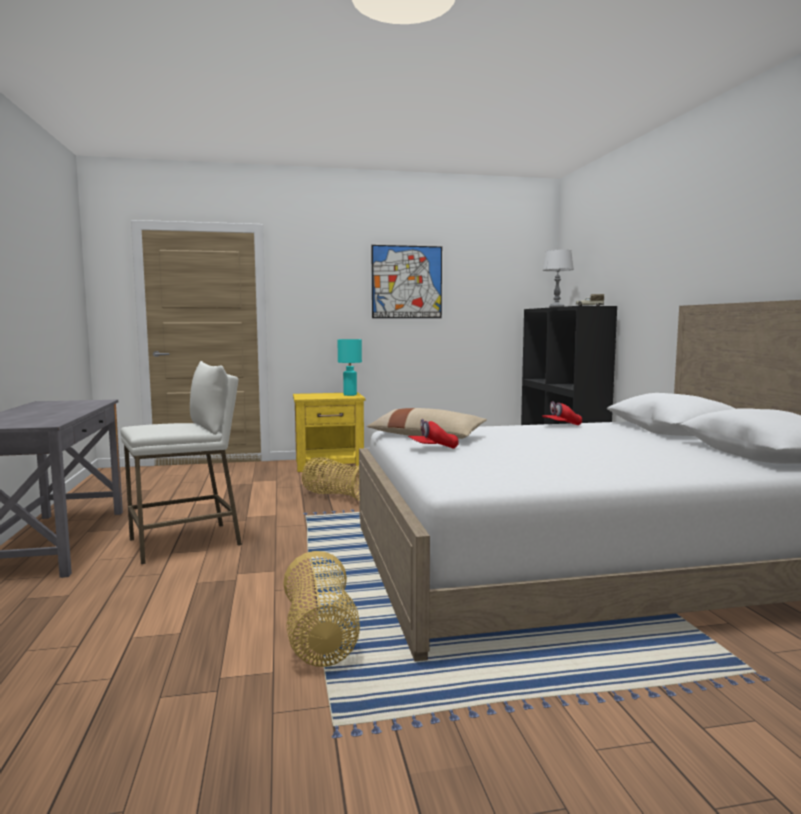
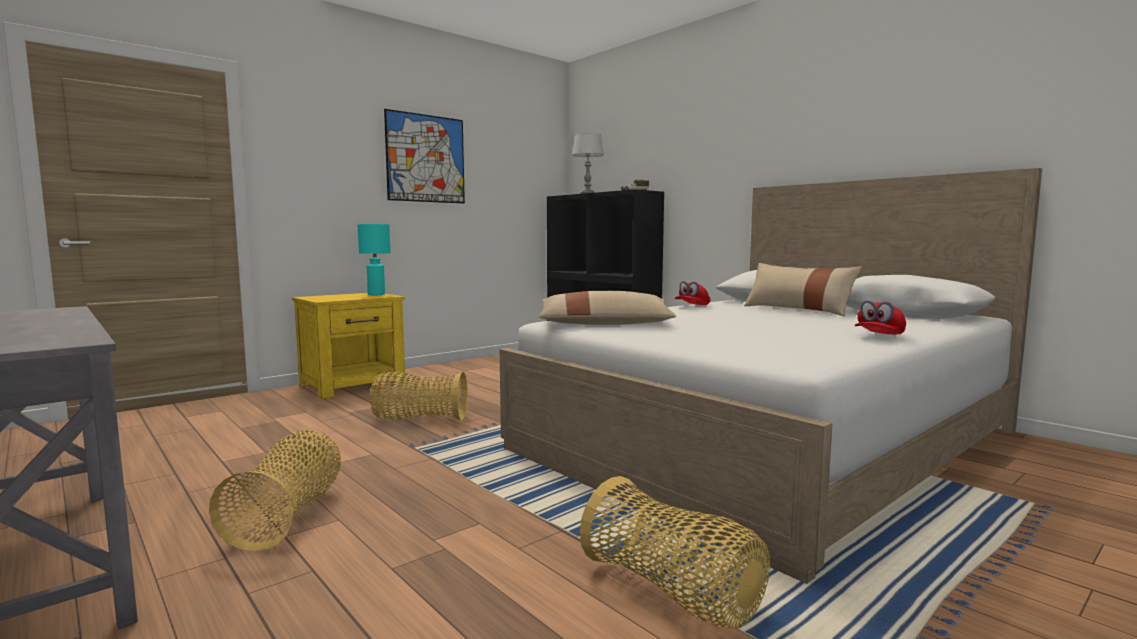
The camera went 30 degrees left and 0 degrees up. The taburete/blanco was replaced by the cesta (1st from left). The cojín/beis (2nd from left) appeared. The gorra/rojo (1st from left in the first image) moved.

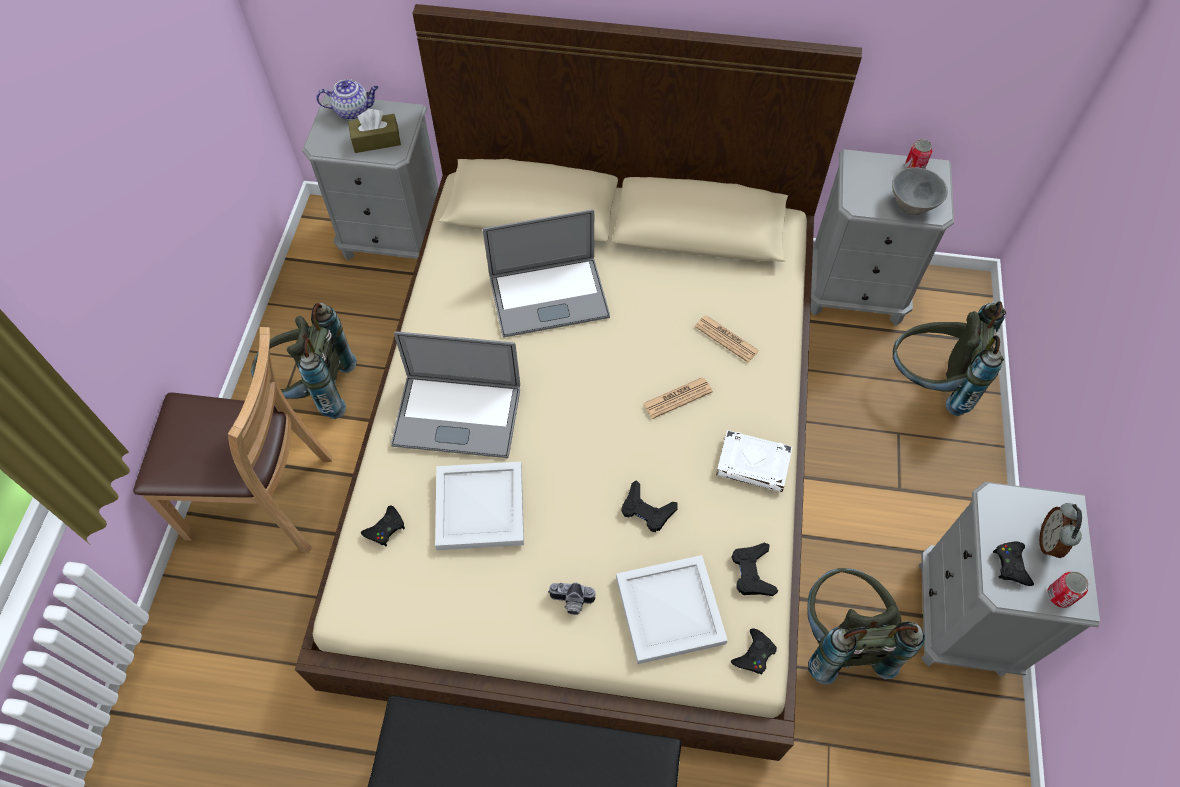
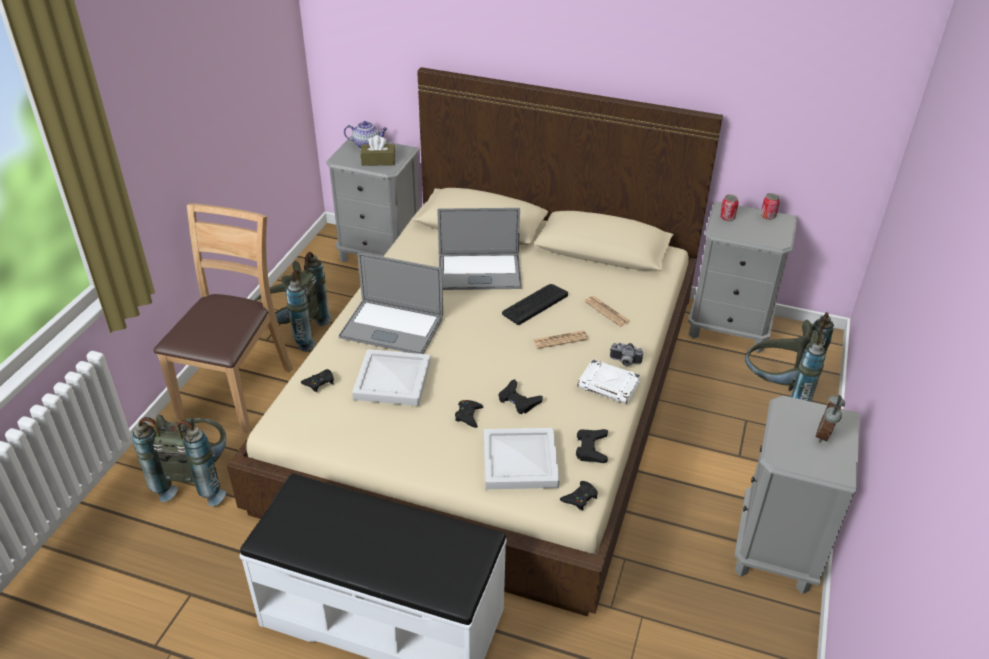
The camera went 10 degrees right and 20 degrees down. The mochila/gris (2nd from left in the first image) moved. The silla/marrón turned 90 degrees counterclockwise. The mando de consola/negro (5th from left in the first image) moved. The teclado appeared. The cámara moved. The lata (2nd from left in the first image) moved. The cuenco/gris disappeared.

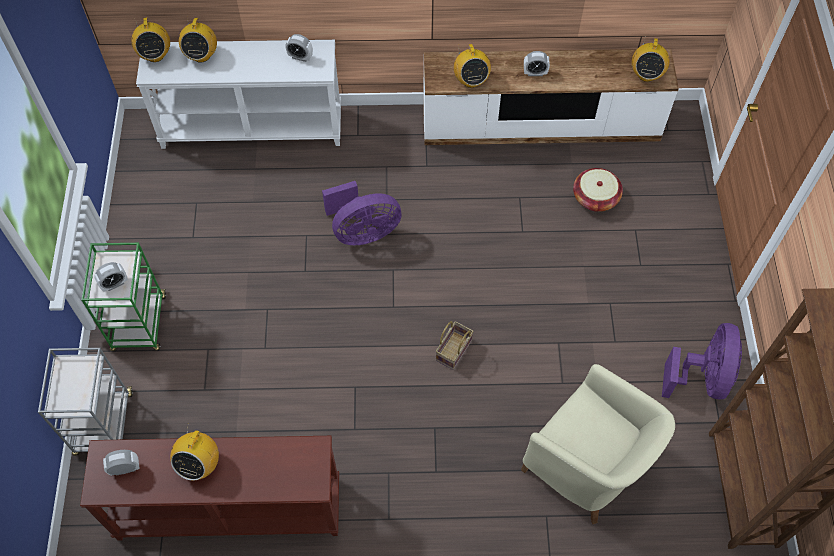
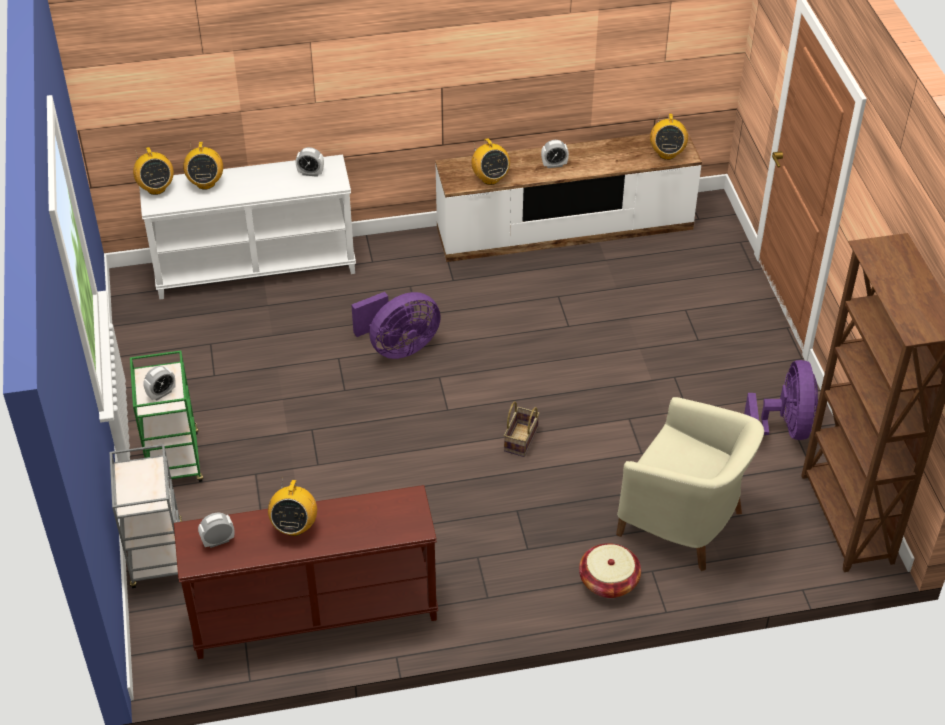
The camera went 10 degrees left and 15 degrees down. The cesta (2nd from left) moved.

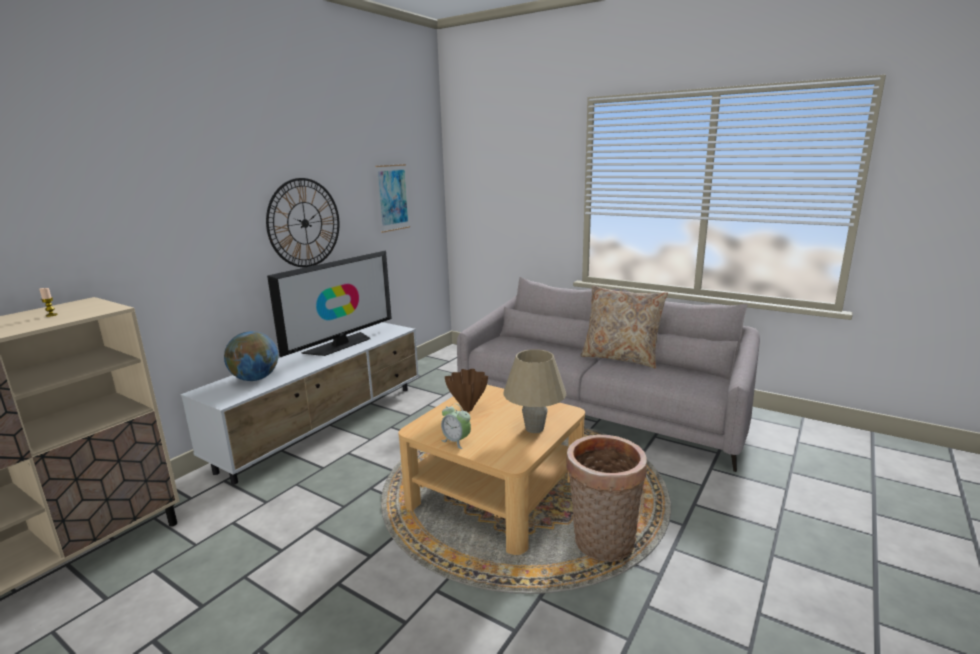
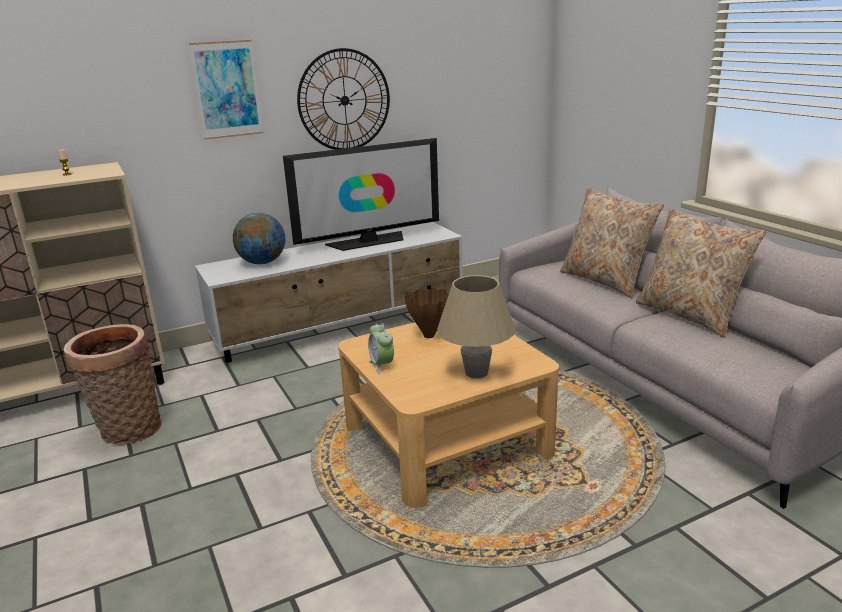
The camera went 30 degrees right and 5 degrees up. The cesta moved. The cuadro moved. The cojín/beis (1st from left) appeared.

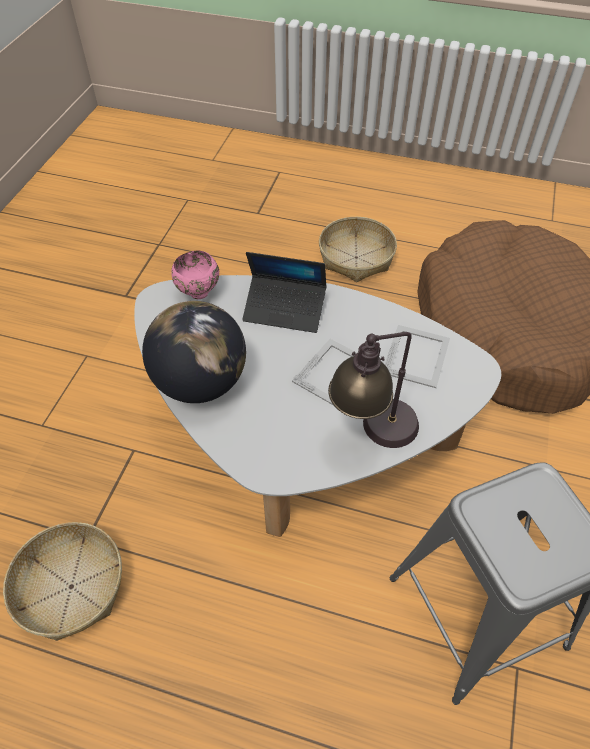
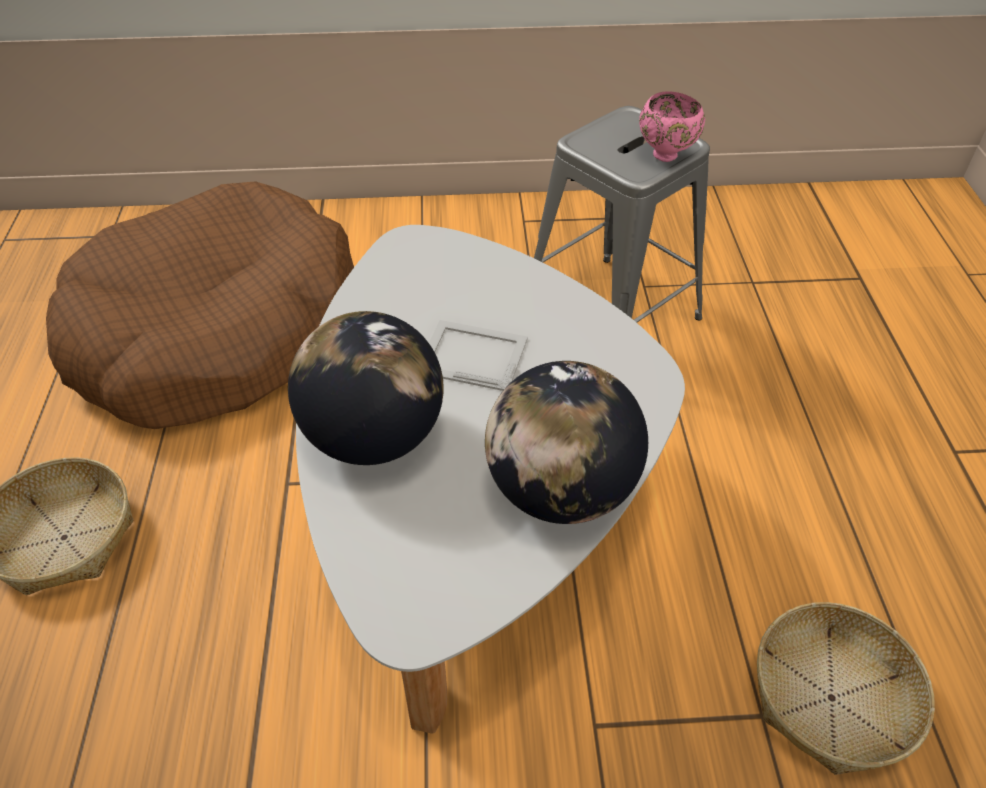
The camera went 110 degrees left and 5 degrees down. The portátil was replaced by the globo terráqueo (1st from left). The cuenco/rosa moved. The lámpara de mesa disappeared. The portarretratos (2nd from left) disappeared.

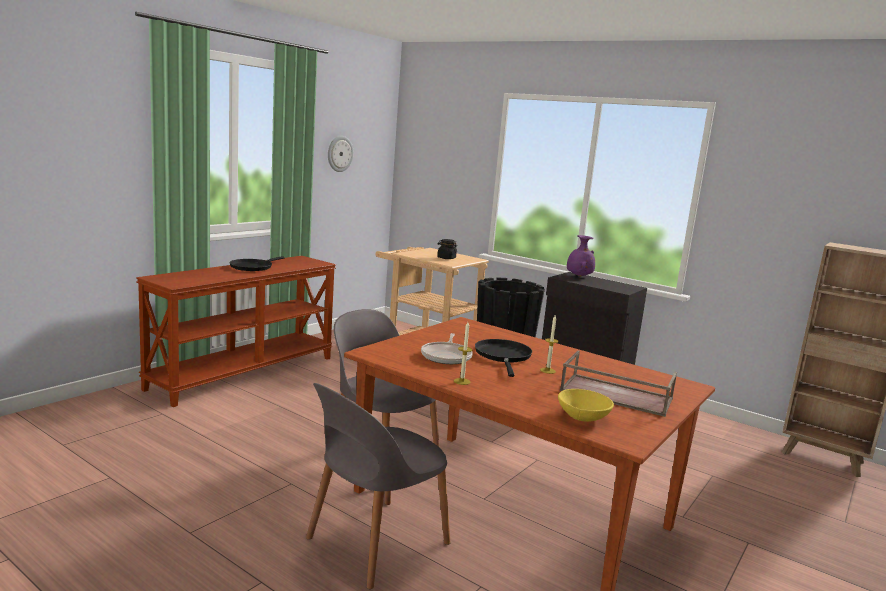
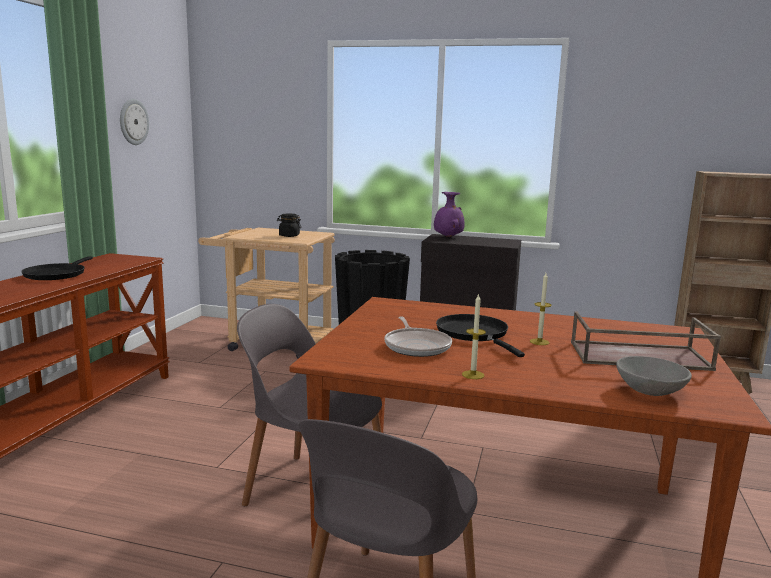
The camera went 20 degrees left and 0 degrees up. The cuenco/amarillo became the cuenco/gris.

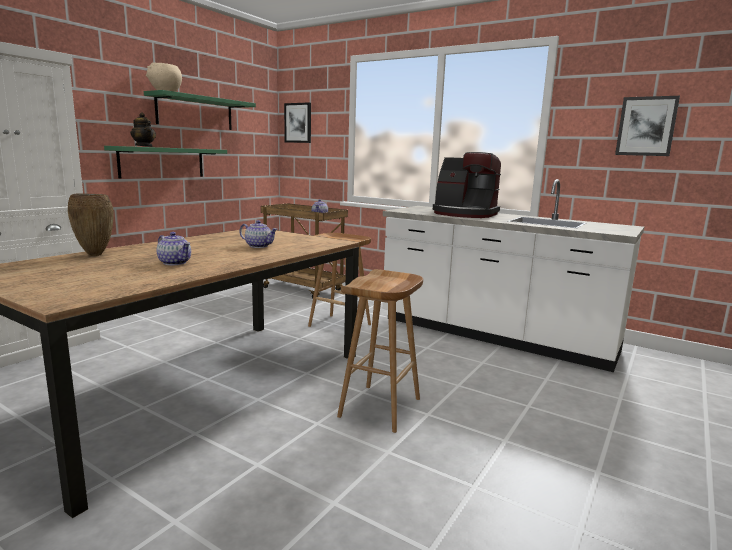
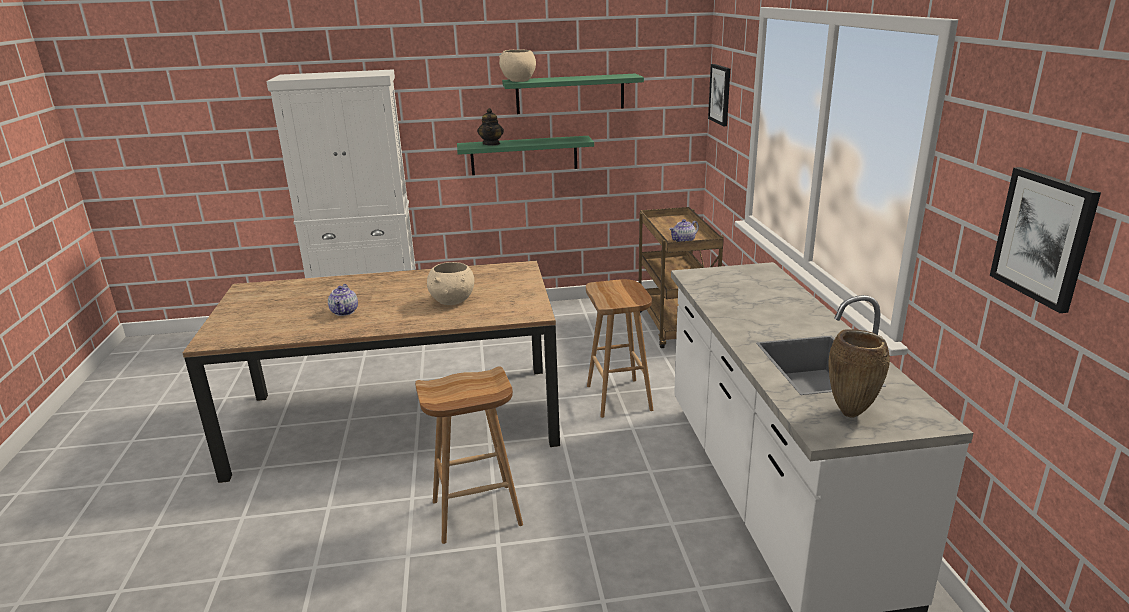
The camera went 50 degrees right and 10 degrees up. The tetera (3rd from left) was replaced by the cuenco/beis (1st from left). The florero/marrón moved. The cafetera disappeared.

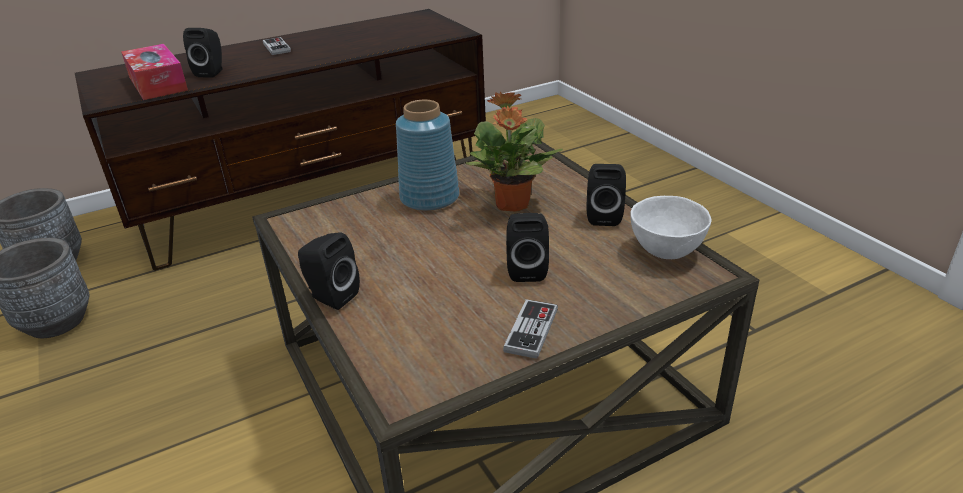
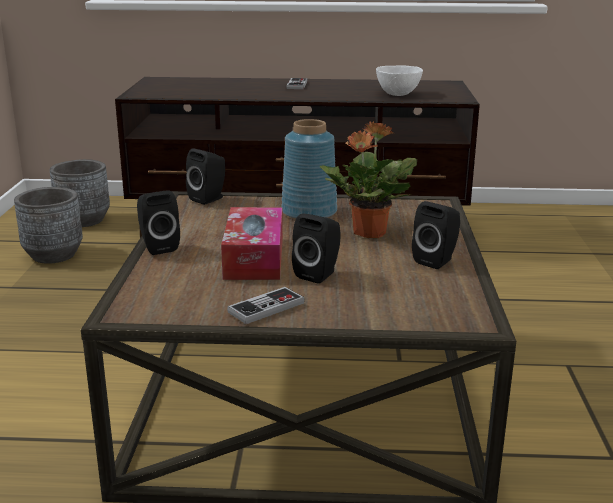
The camera went 30 degrees right and 10 degrees down. The altavoz/negro (1st from left in the first image) moved. The caja de pañuelos moved. The cuenco/blanco moved.

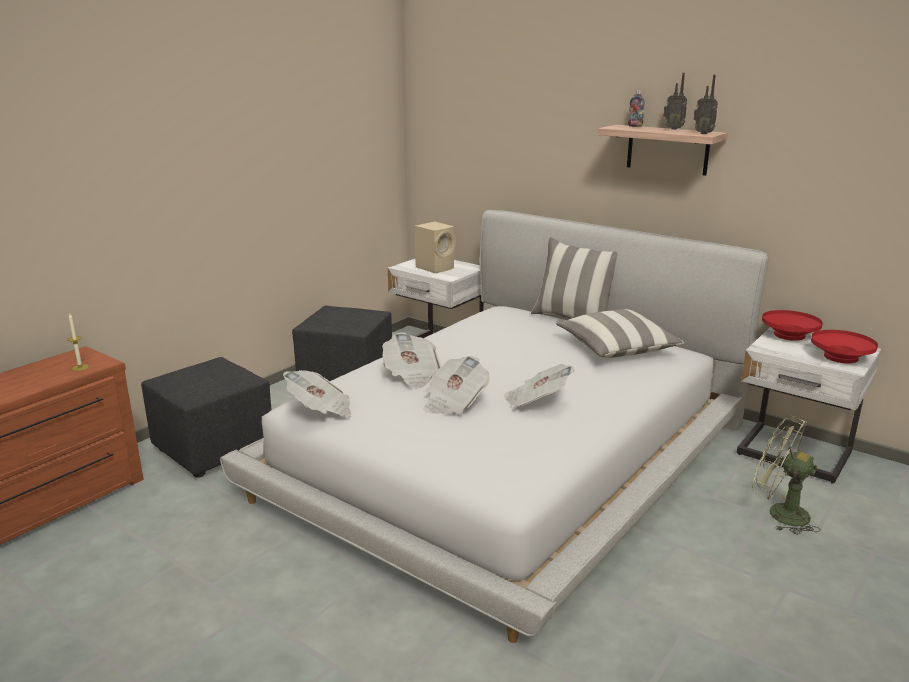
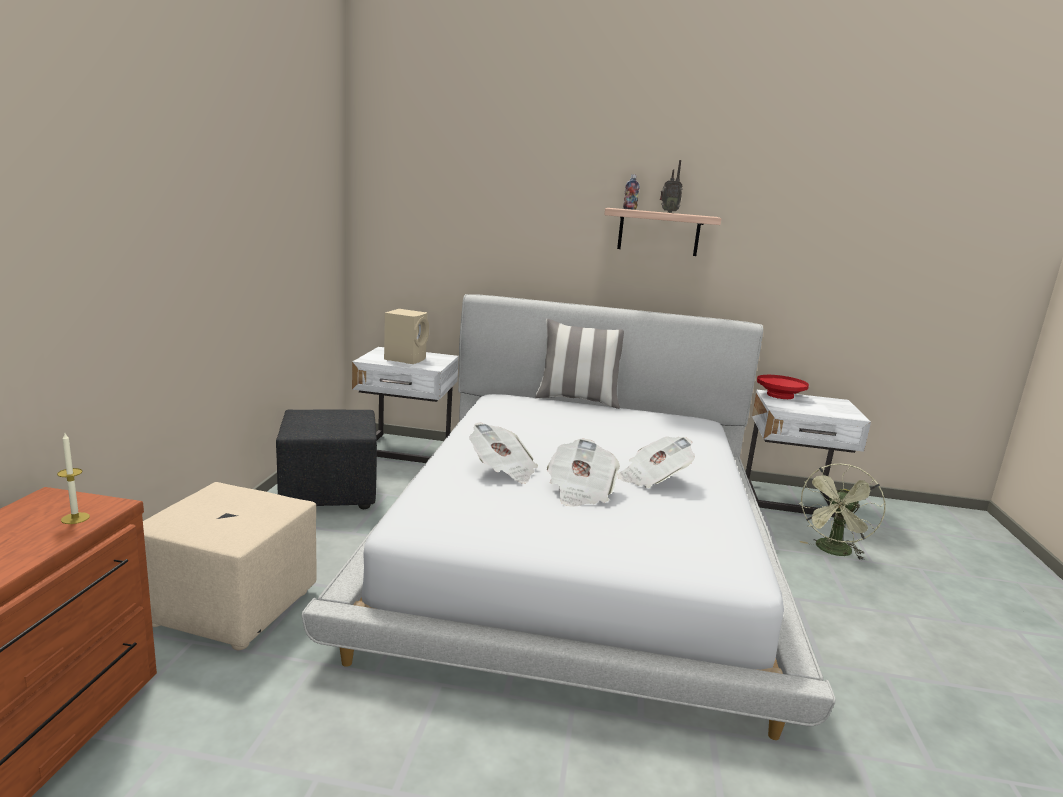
The camera went 30 degrees left and 5 degrees down. The puf/negro (1st from left) became the puf/beis. The ventilador/verde turned 60 degrees counterclockwise. The periódico (1st from left) disappeared. The cojín (2nd from left) disappeared. The radio (2nd from left) disappeared. The cuenco/rojo (2nd from left) disappeared.

